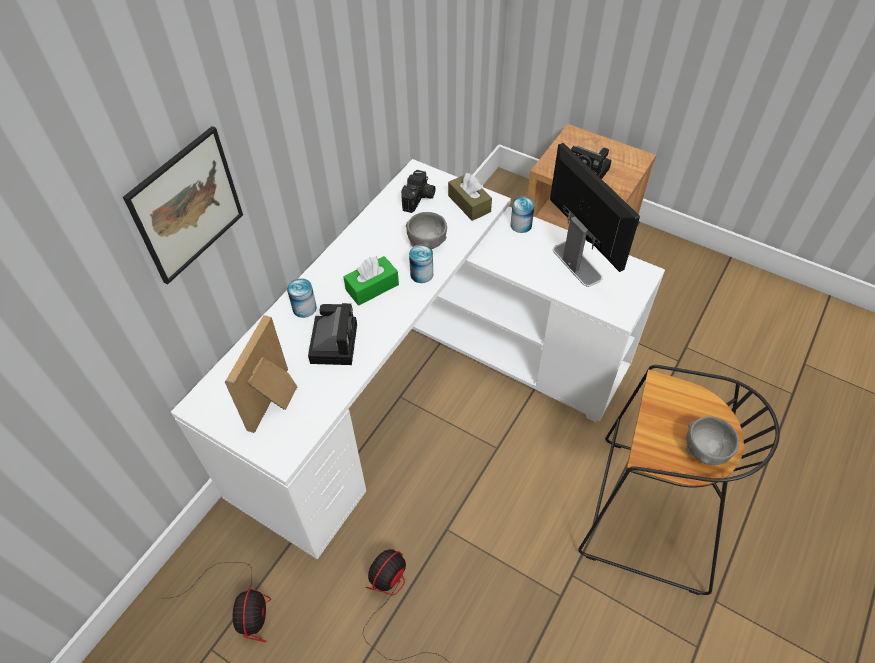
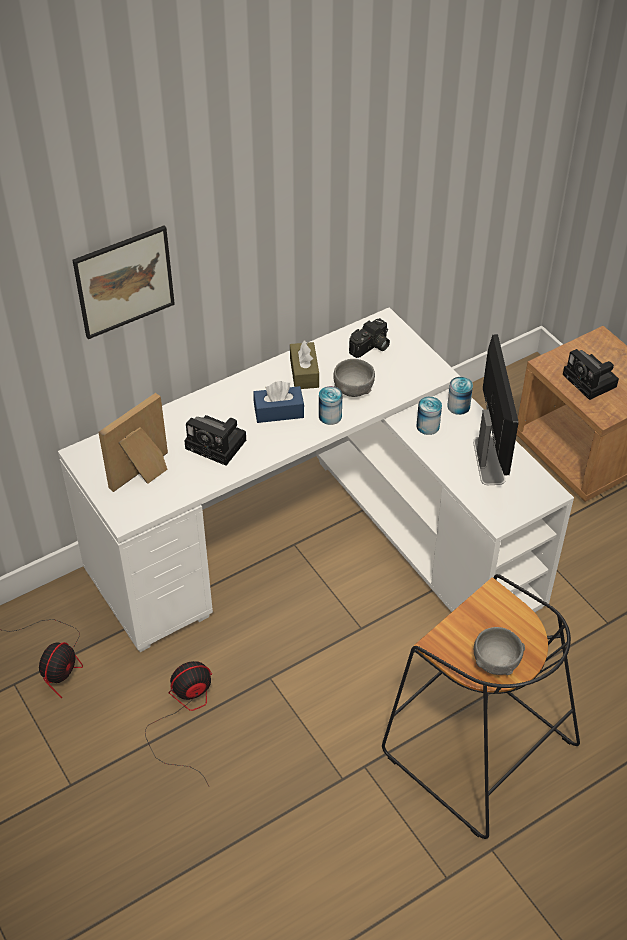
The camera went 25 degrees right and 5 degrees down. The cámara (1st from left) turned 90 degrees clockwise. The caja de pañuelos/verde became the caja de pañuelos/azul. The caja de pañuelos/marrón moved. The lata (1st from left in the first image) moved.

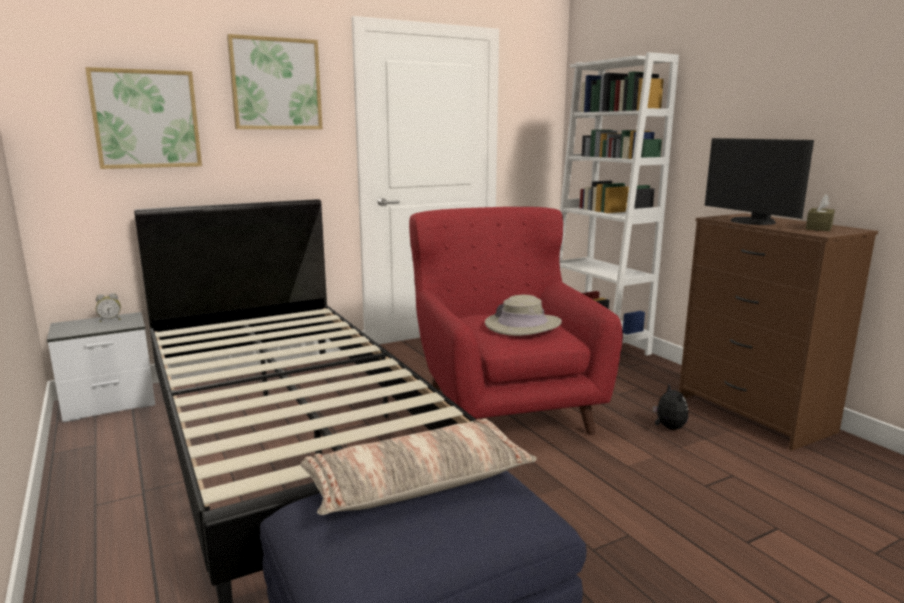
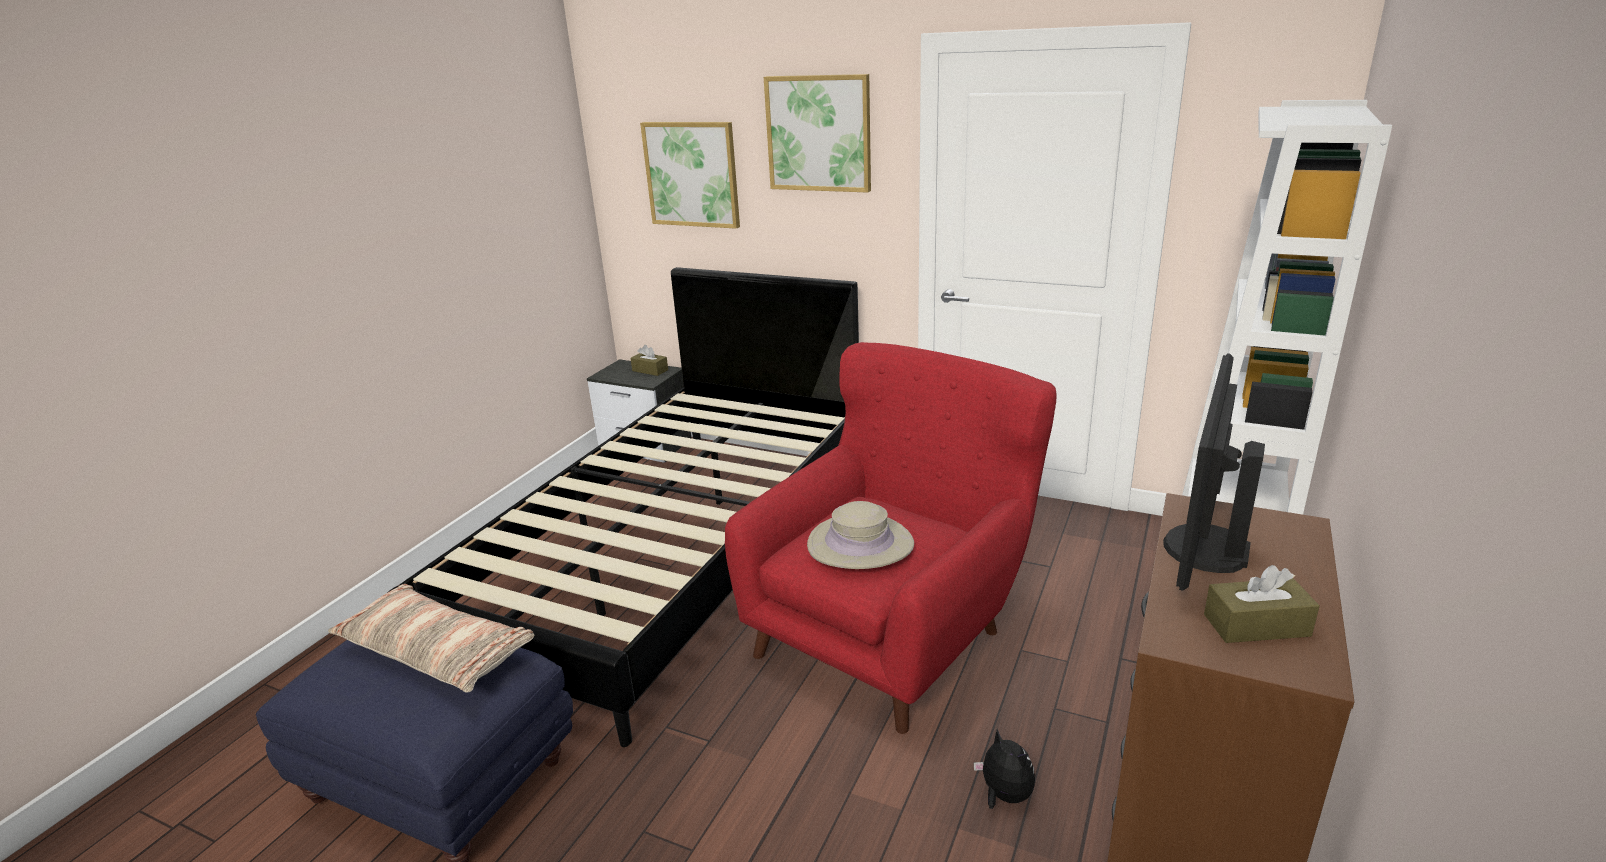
The camera went 55 degrees right and 10 degrees up. The despertador was replaced by the caja de pañuelos/marrón (1st from left). The peluche turned 75 degrees counterclockwise.

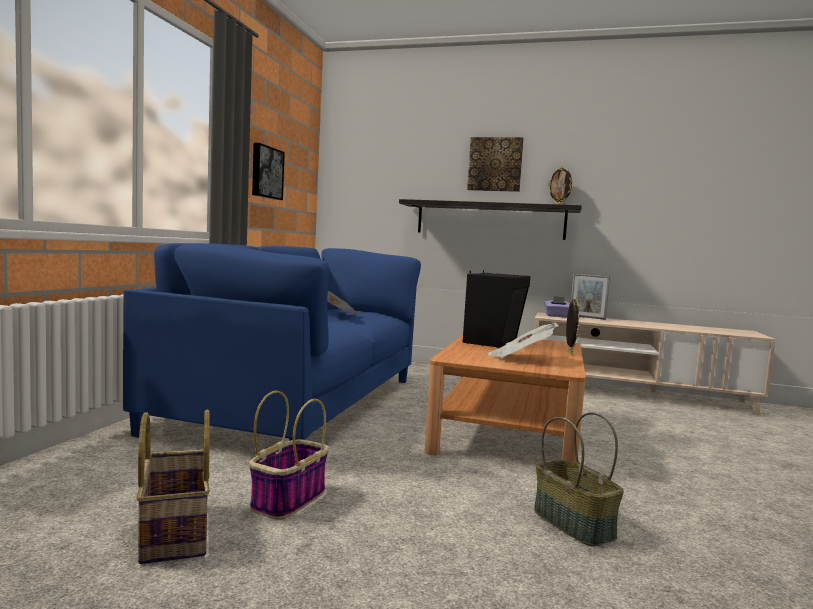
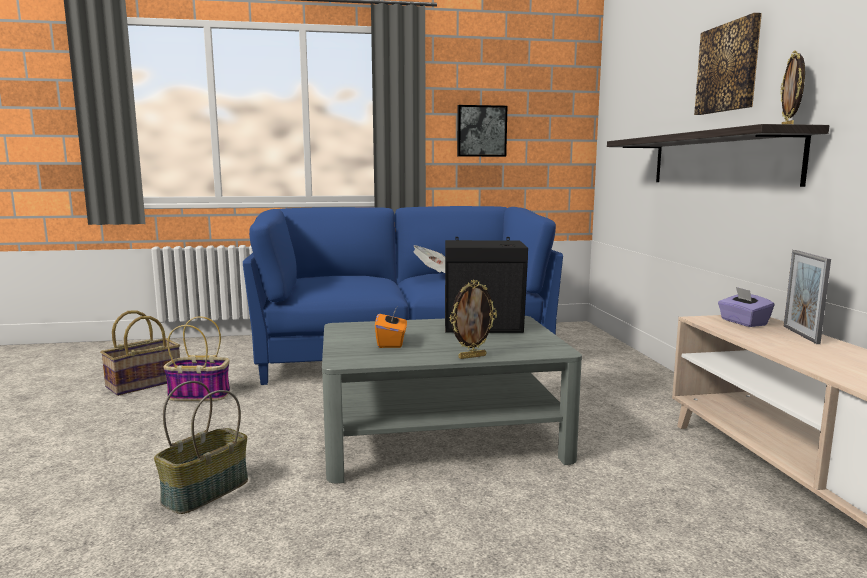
The camera went 65 degrees right and 5 degrees up. The mesa de centro/marrón became the mesa de centro/gris. The periódico (2nd from left) was replaced by the caja de pañuelos/naranja.

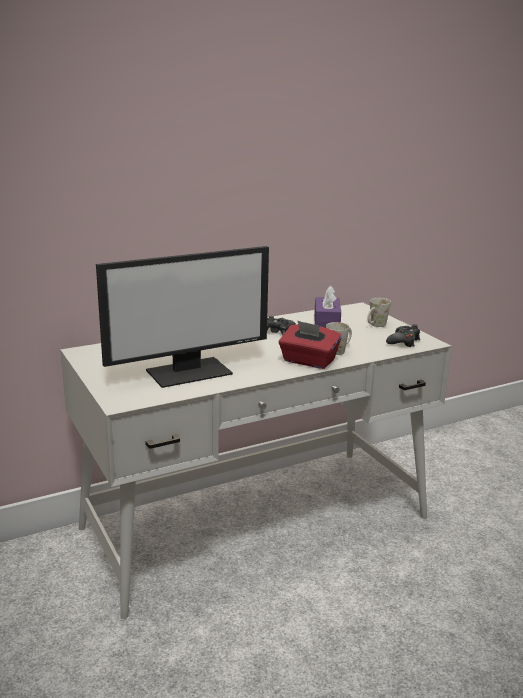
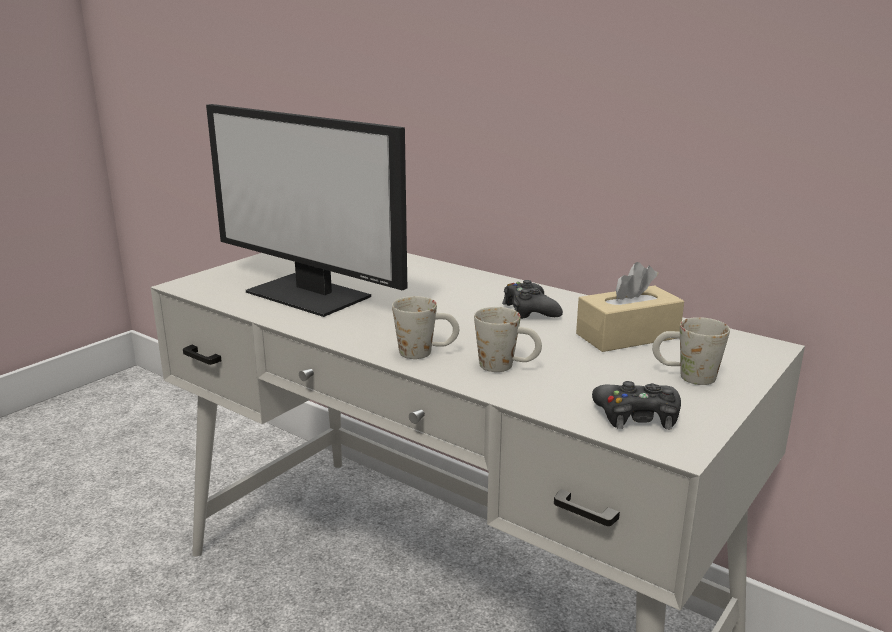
The camera went 65 degrees right and 0 degrees up. The caja de pañuelos/rojo was replaced by the taza grande/blanco (1st from left). The caja de pañuelos/morado became the caja de pañuelos/beis.

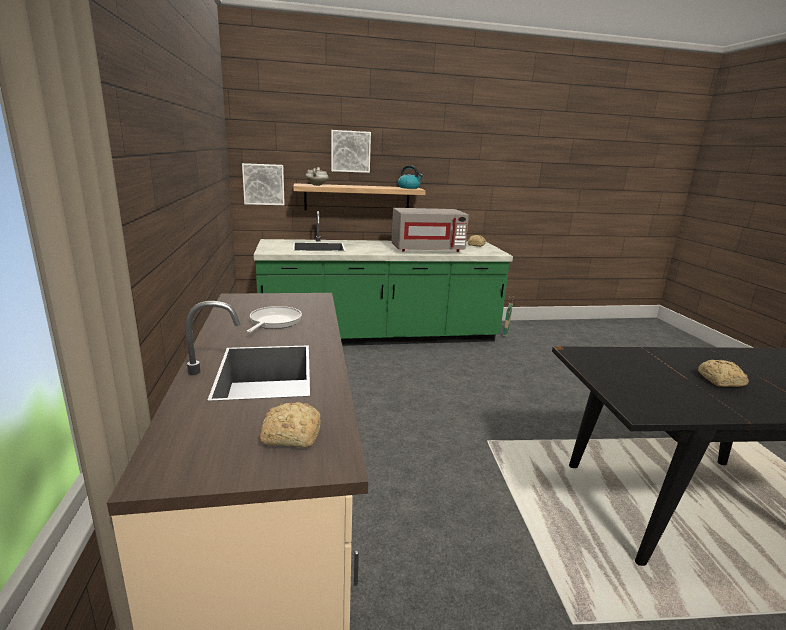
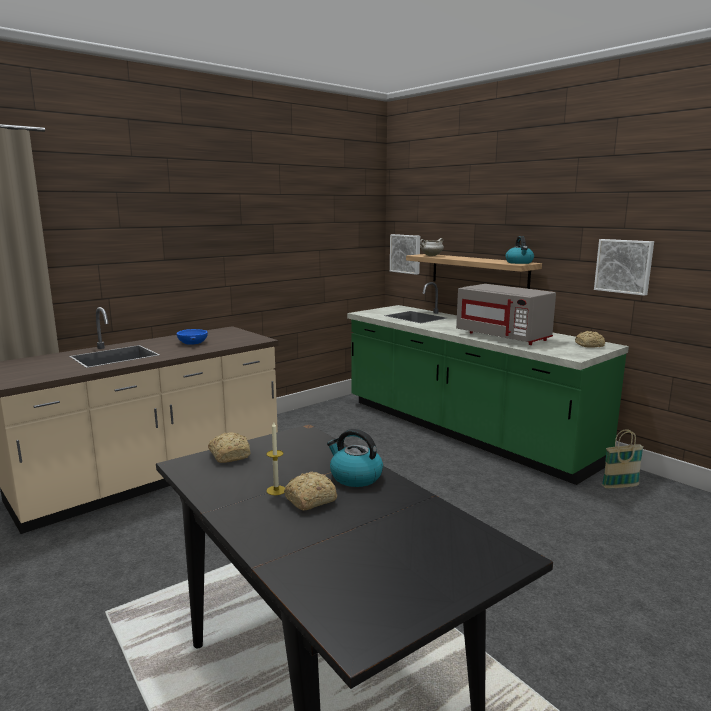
The camera went 60 degrees right and 5 degrees down. The sartén was replaced by the cuenco/azul. The pan (1st from left) moved. The vela appeared. The hervidor (1st from left) appeared. The cuadro (2nd from left) moved.

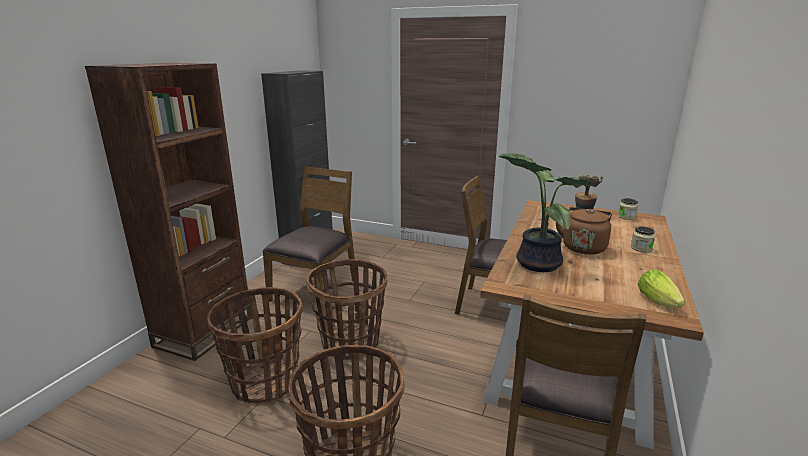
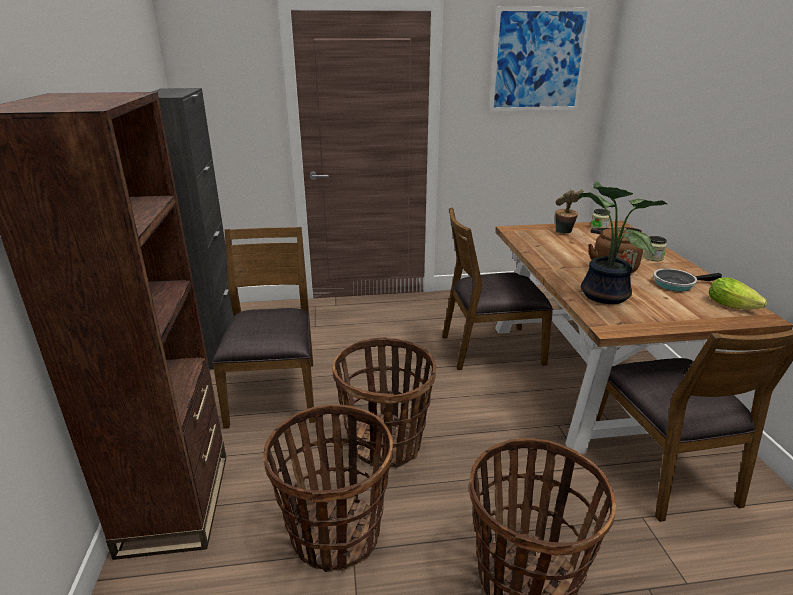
The camera went 30 degrees left and 5 degrees up. The cuadro appeared. The sartén appeared.

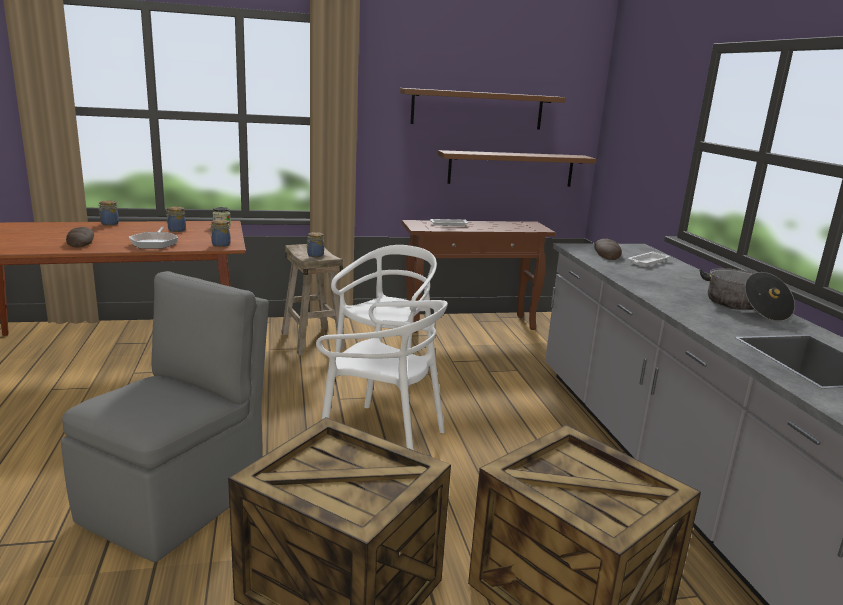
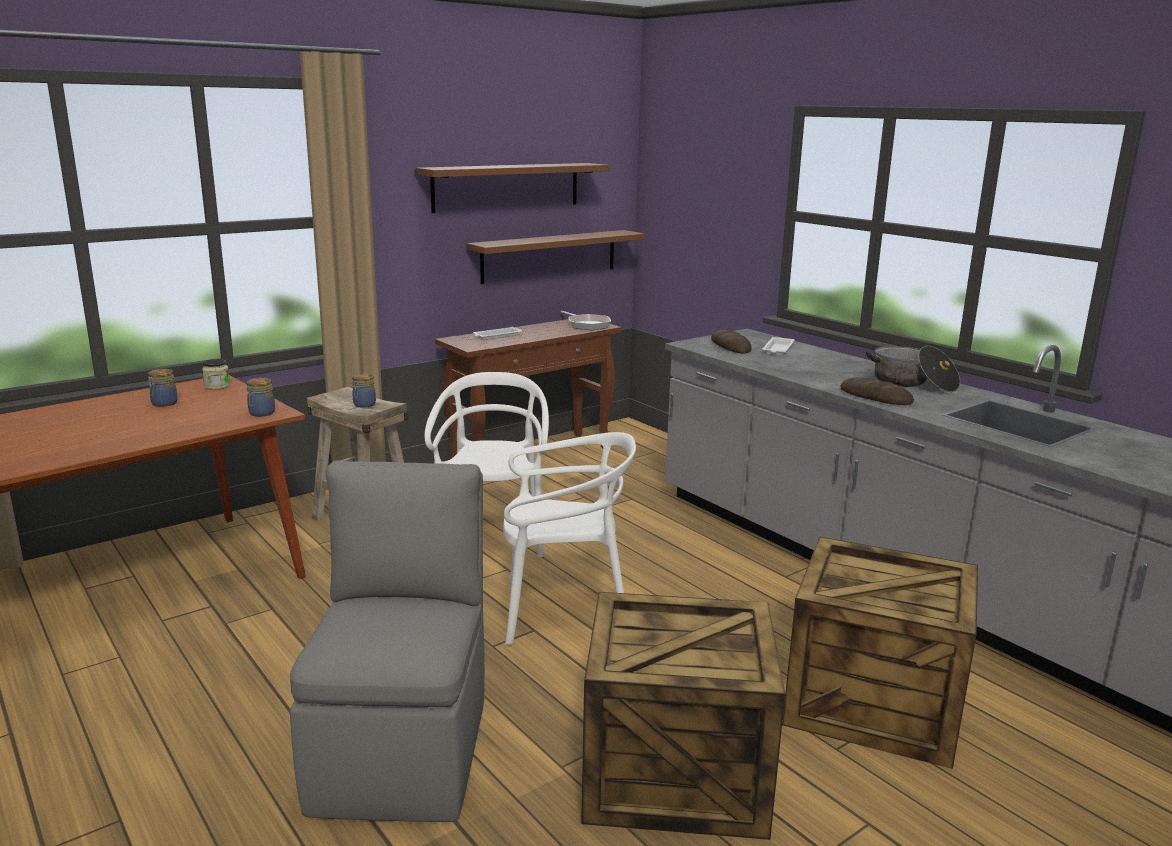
The camera went 25 degrees left and 0 degrees up. The sartén moved. The pan (1st from left in the first image) moved. The tarro (1st from left) disappeared.

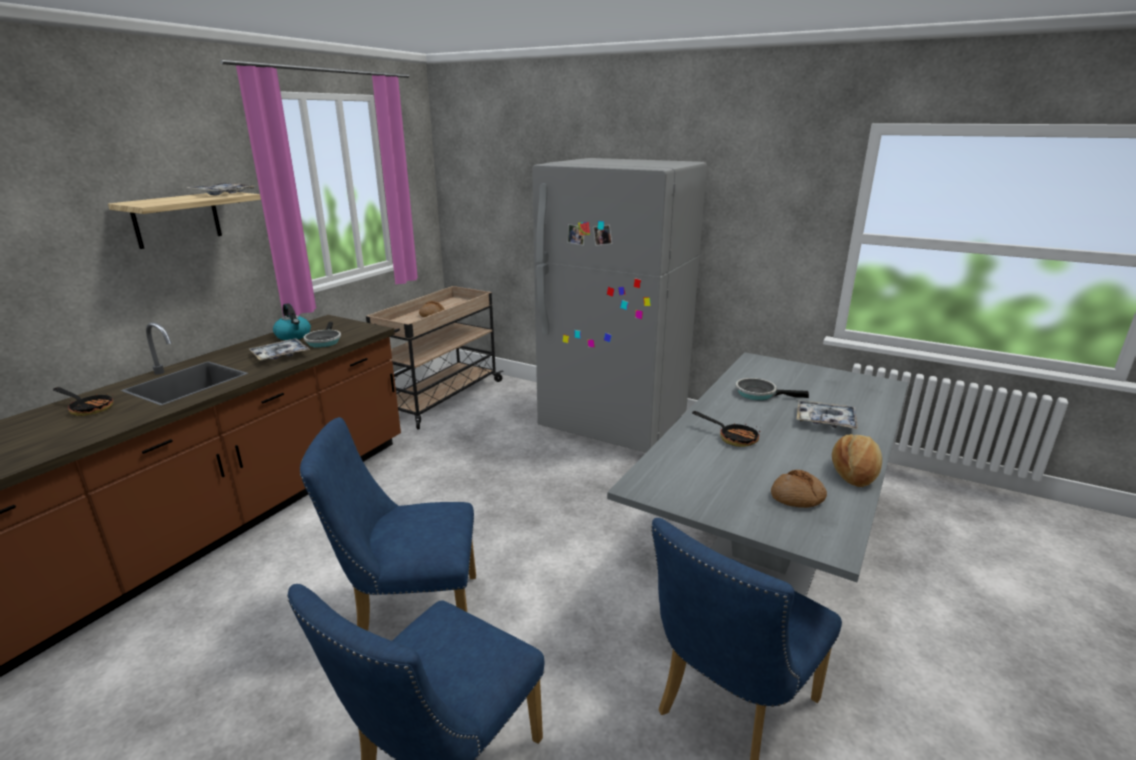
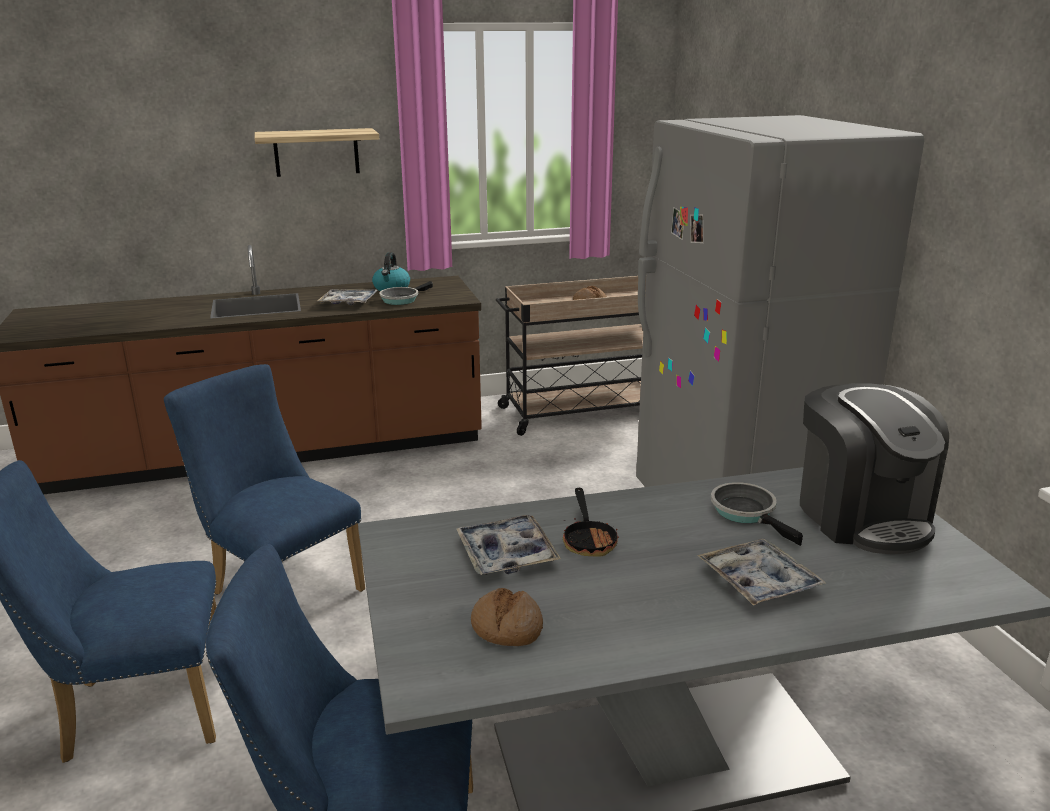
The camera went 45 degrees right and 0 degrees up. The bandeja (1st from left in the first image) moved. The cafetera appeared. The sartén (1st from left) disappeared. The pan (3rd from left) disappeared.

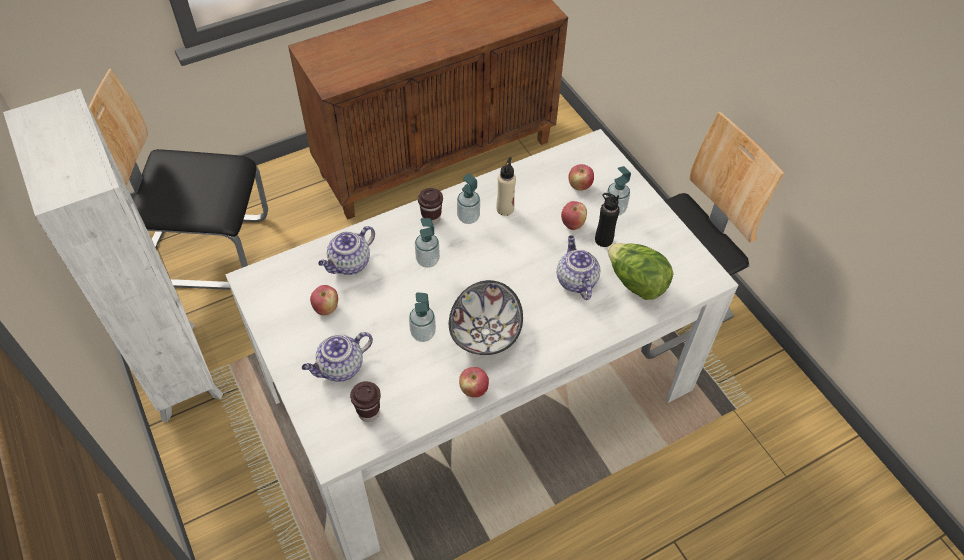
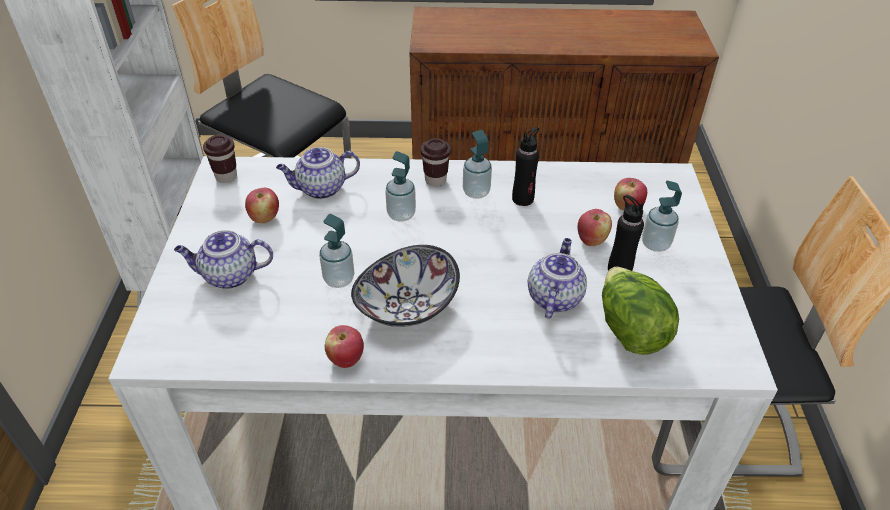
The camera went 30 degrees right and 10 degrees down. The taza/marrón (1st from left) moved. The botella/beis became the botella/negro (1st from left).

